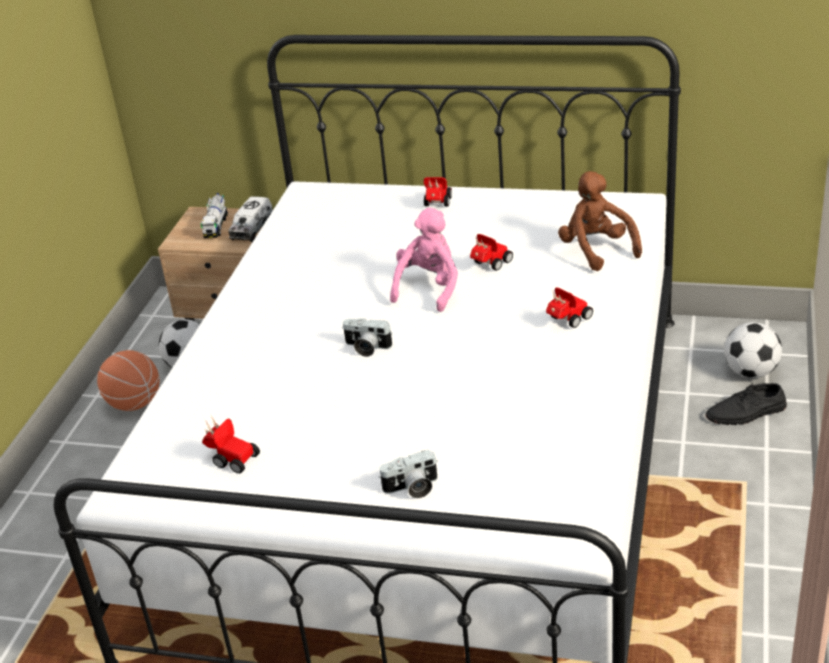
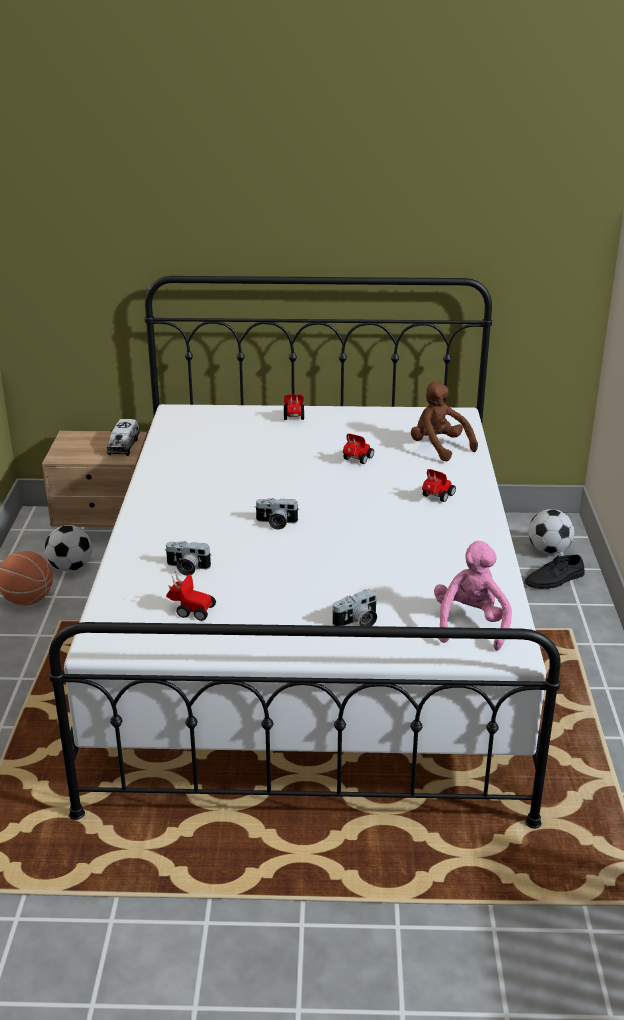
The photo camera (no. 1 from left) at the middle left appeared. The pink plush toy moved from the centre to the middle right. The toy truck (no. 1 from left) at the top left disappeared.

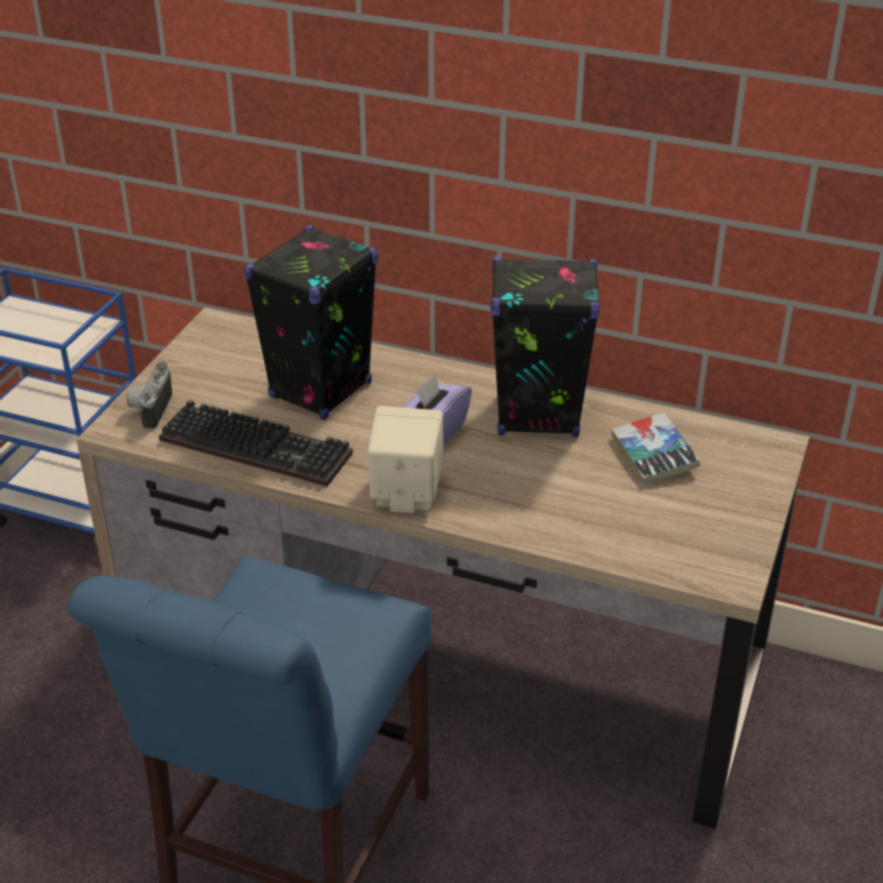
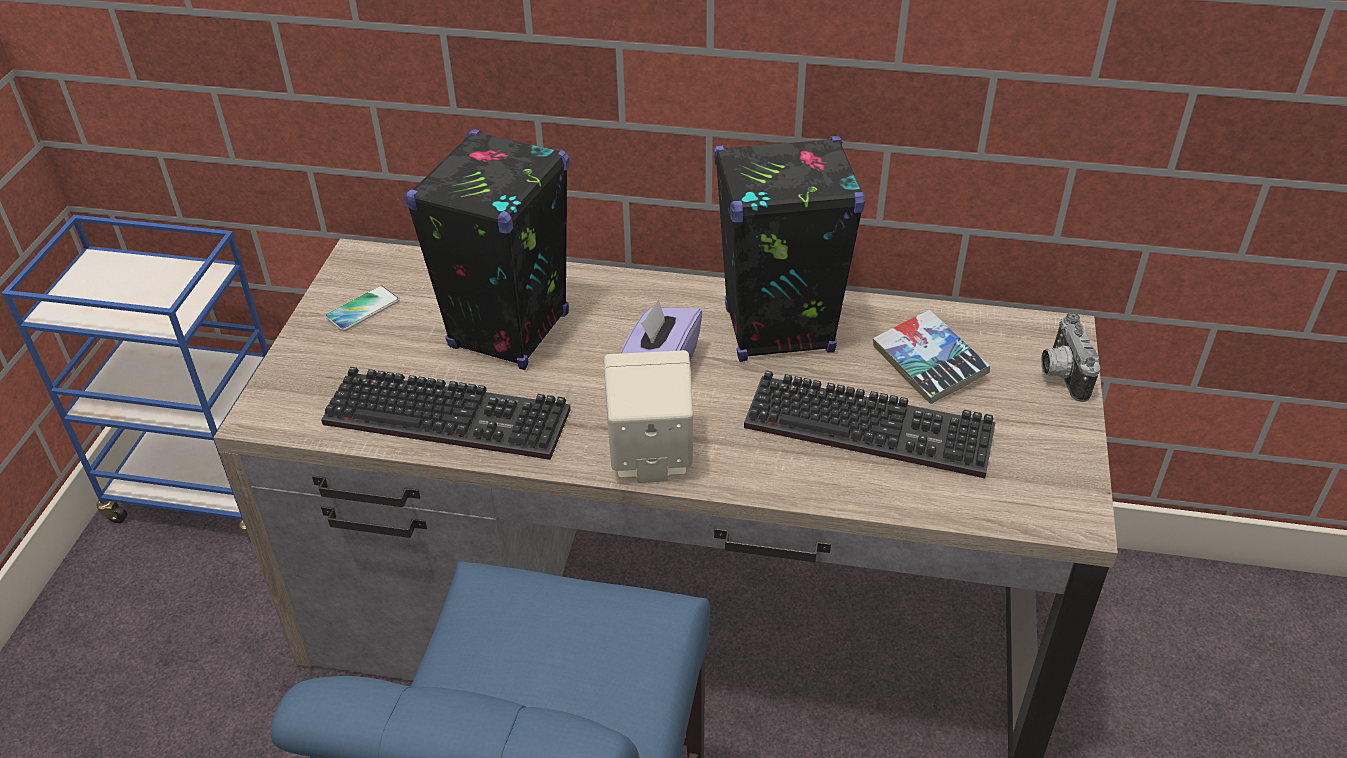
The phone at the middle left appeared. The keyboard (no. 2 from left) at the centre appeared. The photo camera moved from the middle left to the middle right.

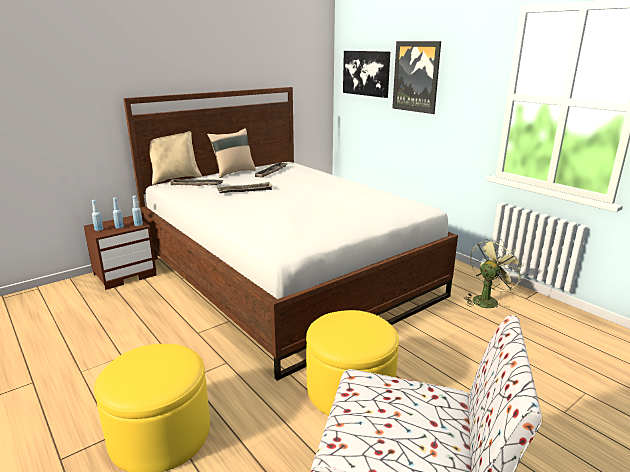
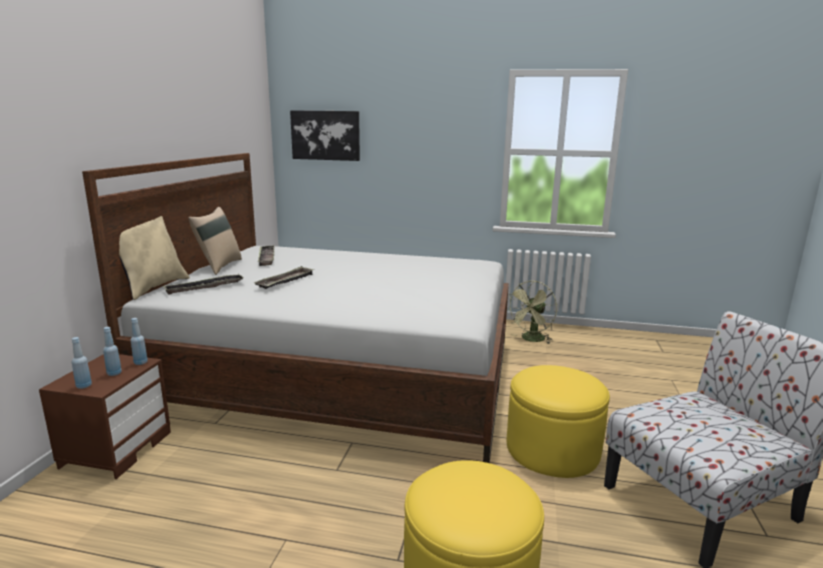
The green fan at the middle right turned 150 degrees counterclockwise. The picture (no. 2 from left) at the top centre disappeared.

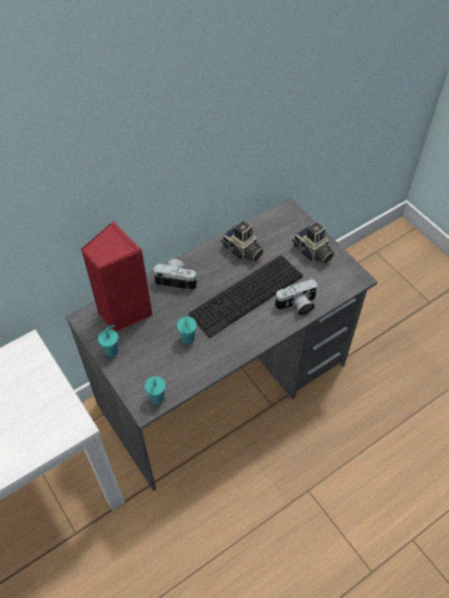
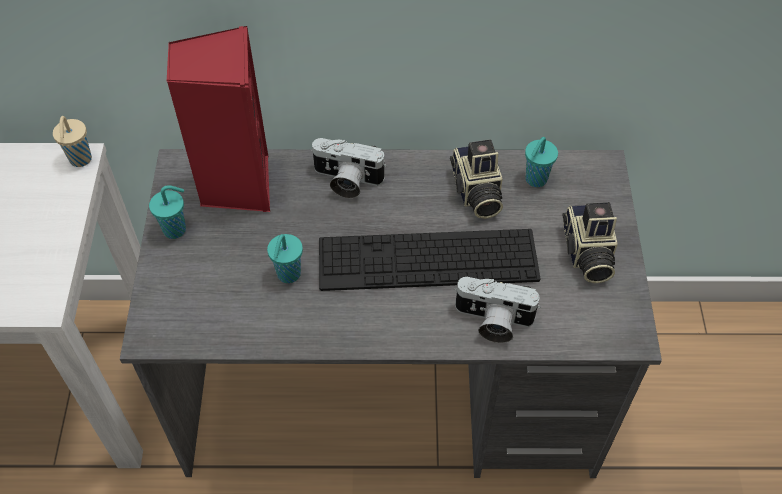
The beige cup at the top left appeared. The photo camera (no. 1 from left) at the centre turned 150 degrees clockwise. The turquoise cup (no. 2 from left in the first image) moved from the centre to the top right.

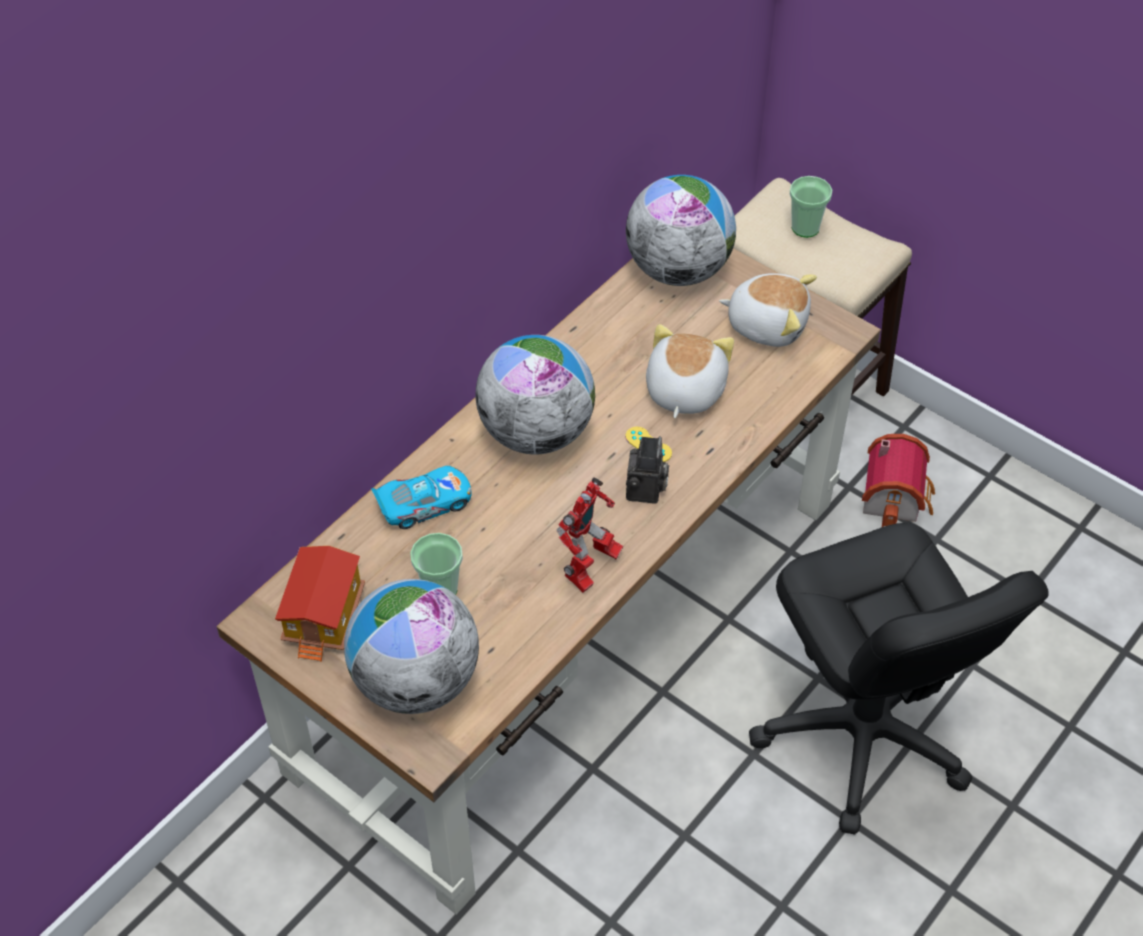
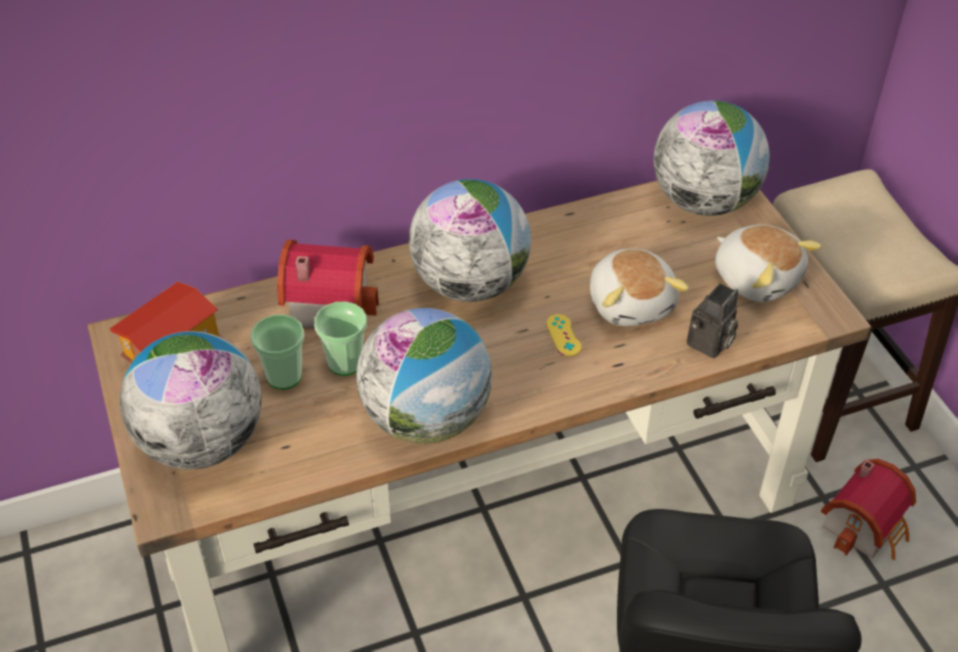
The toy car at the centre was replaced by the toy house (no. 2 from left) at the centre. The cup (no. 2 from left) moved from the top right to the centre. The toy robot at the centre was replaced by the globe (no. 2 from left) at the centre. The plush toy (no. 1 from left) at the centre turned 120 degrees clockwise. The photo camera moved from the centre to the middle right.

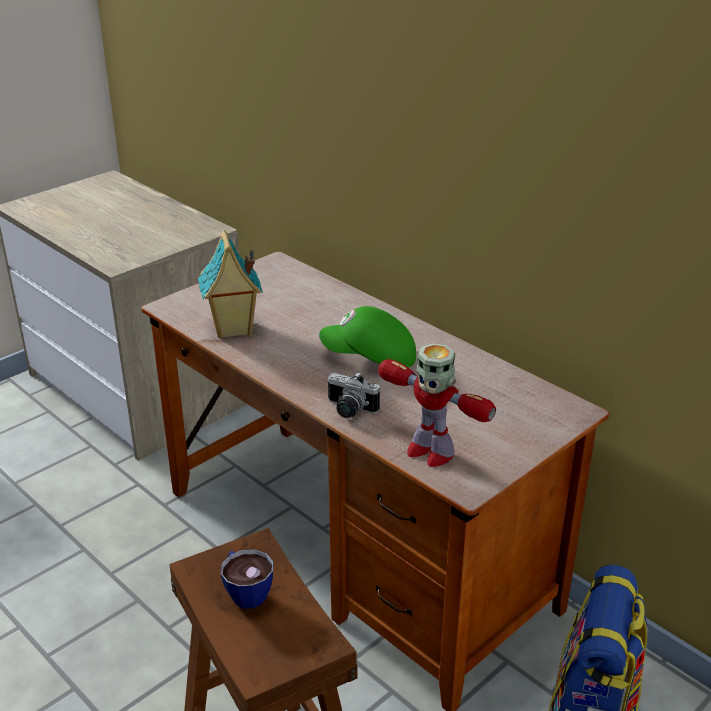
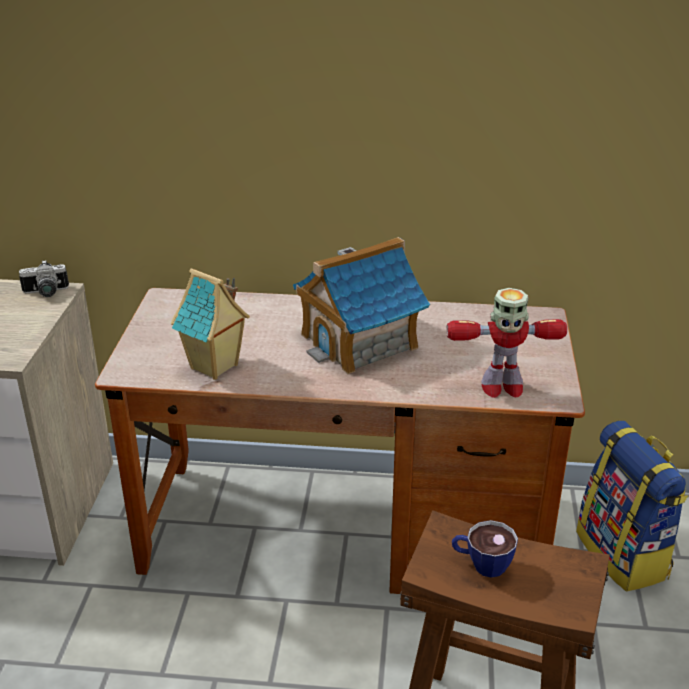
The photo camera moved from the centre to the middle left. The green cap at the centre was replaced by the toy house (no. 2 from left) at the centre.

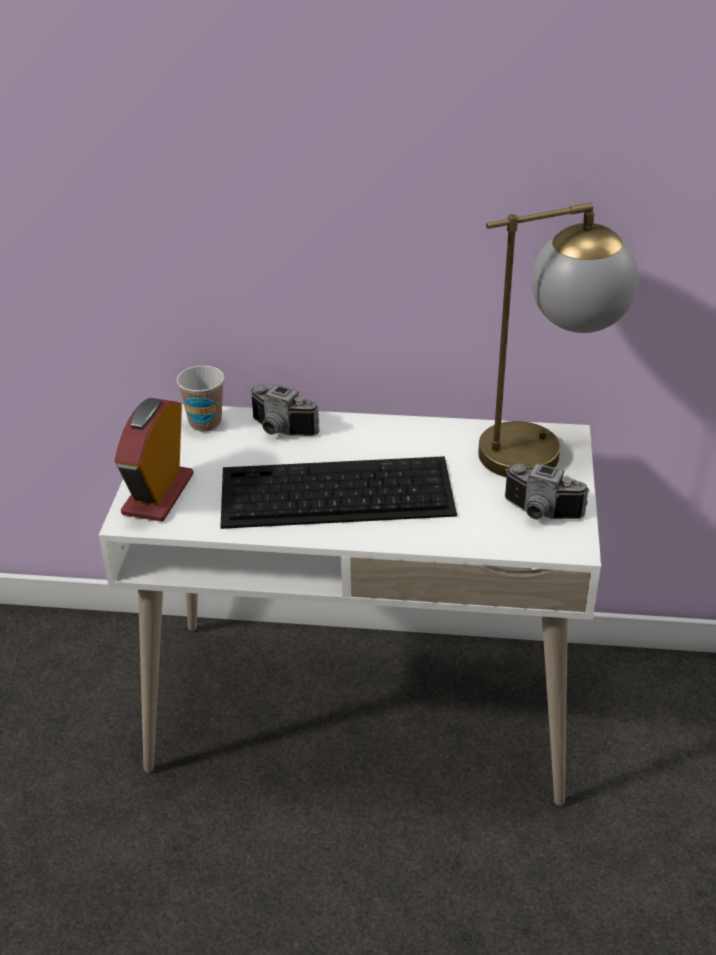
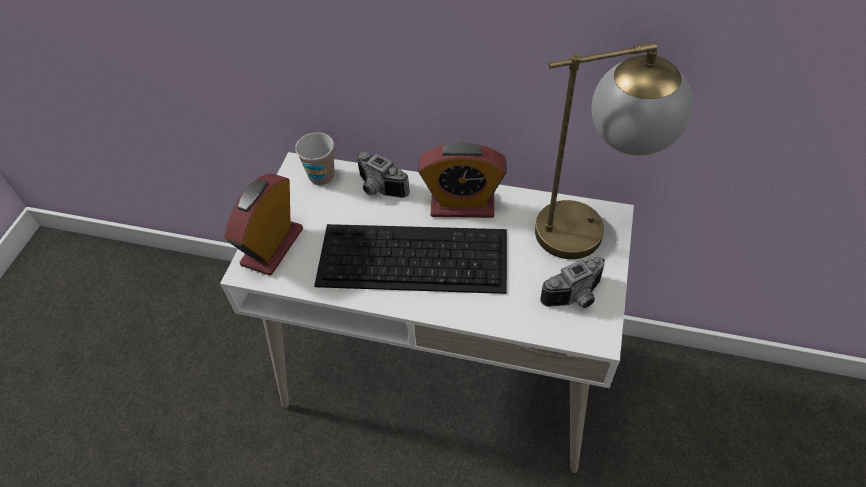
The alarm clock (no. 2 from left) at the centre appeared. The photo camera (no. 2 from left) at the middle right turned 60 degrees counterclockwise.

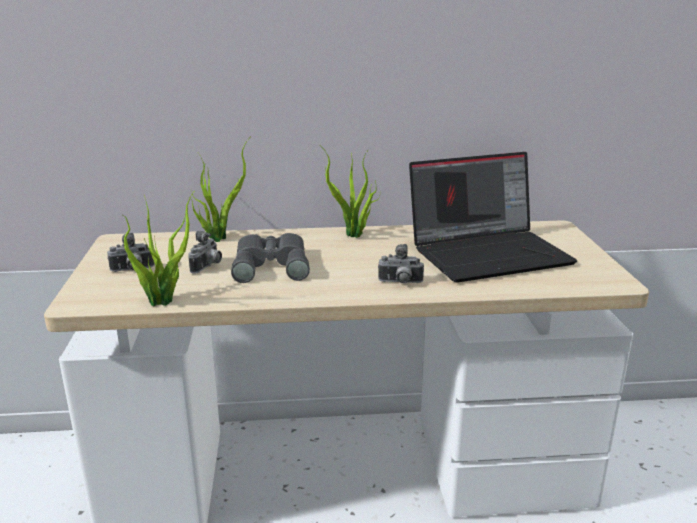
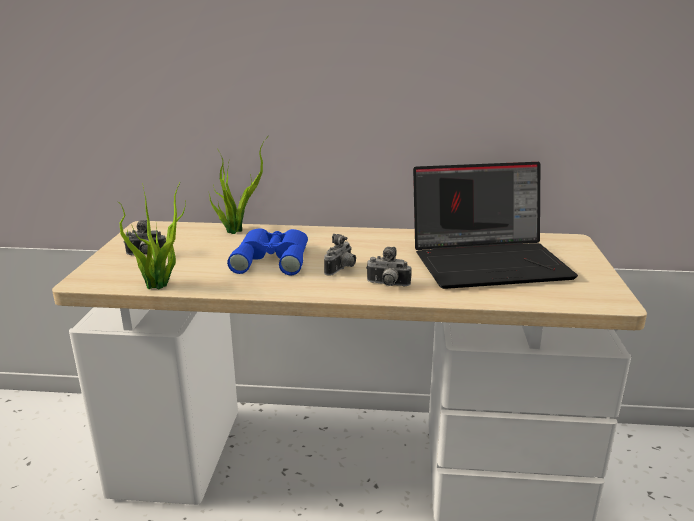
The grey binoculars at the centre became the blue binoculars at the centre. The photo camera (no. 2 from left) moved from the middle left to the centre. The potted plant (no. 3 from left) at the centre disappeared.

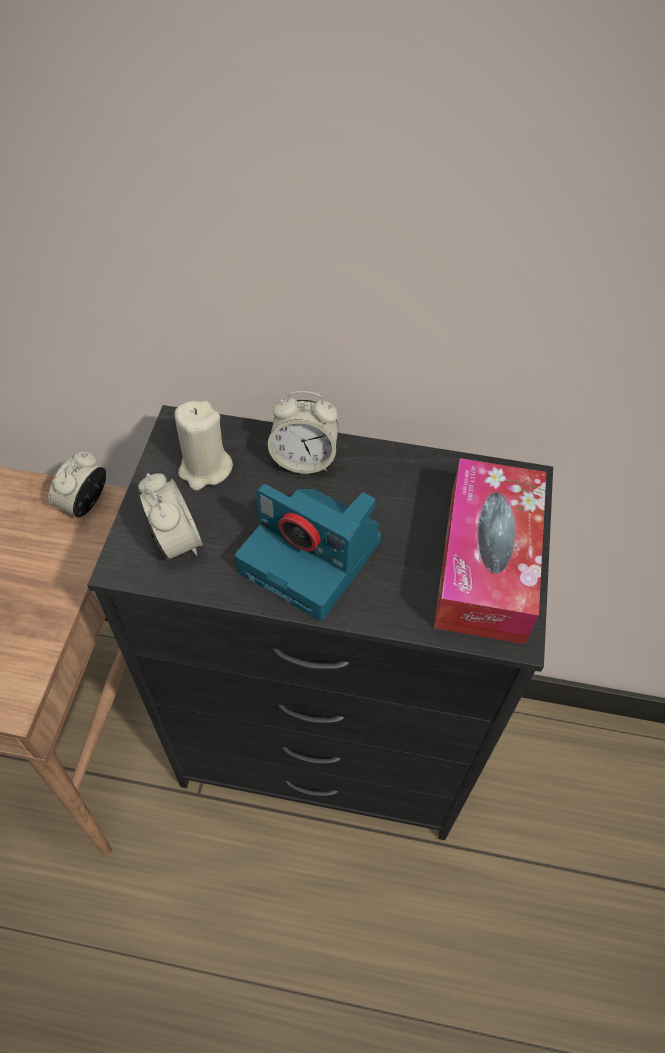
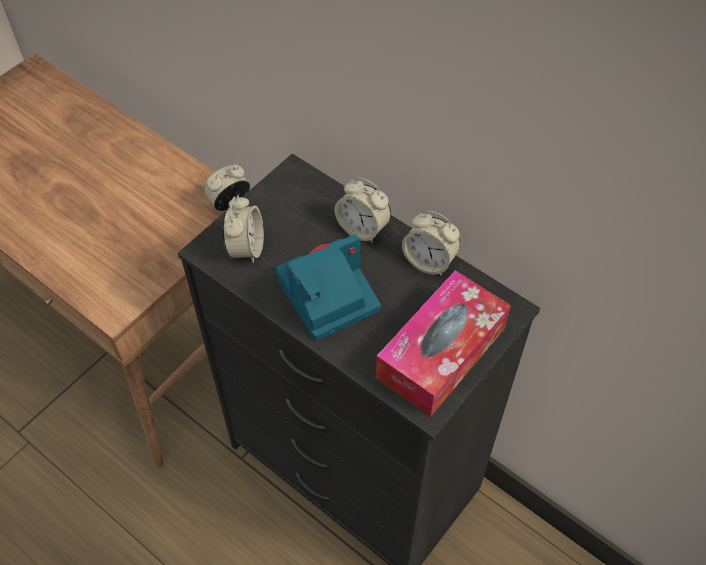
The photo camera at the centre turned 90 degrees clockwise. The alarm clock (no. 4 from left) at the centre appeared. The beige candle at the middle left disappeared.

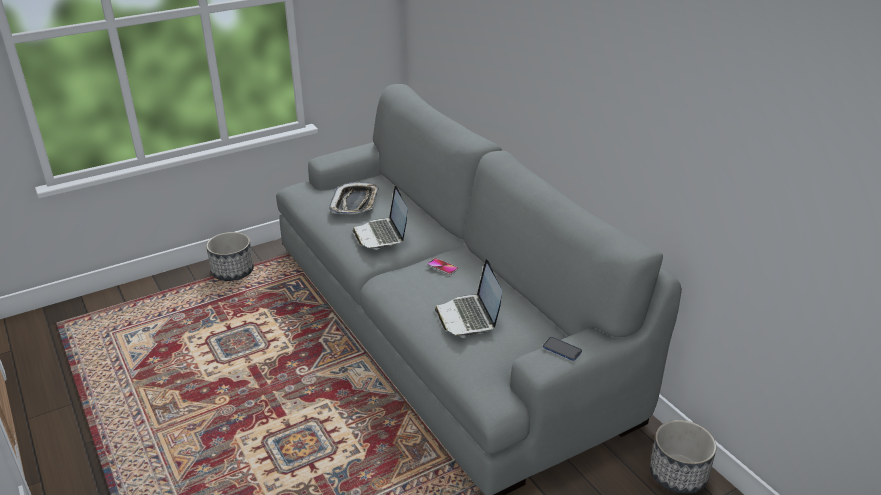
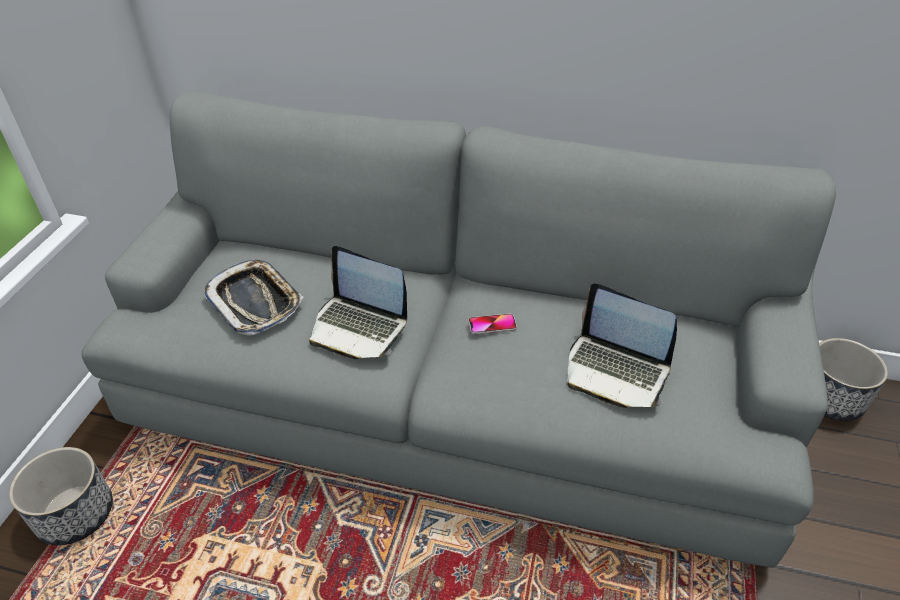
The phone (no. 2 from left) at the bottom centre disappeared.

